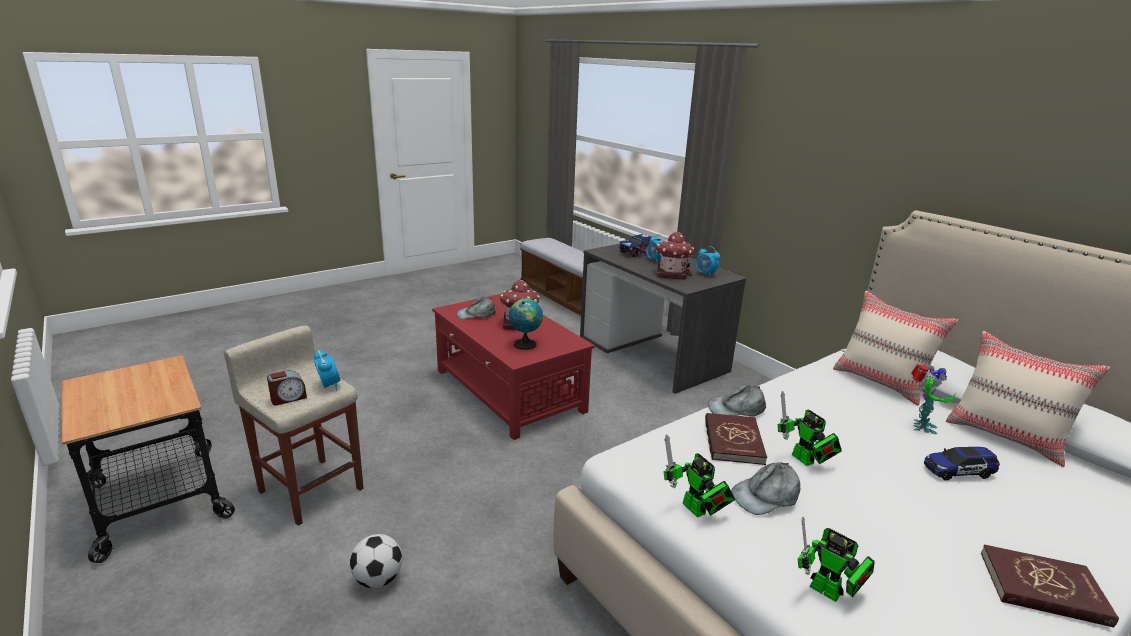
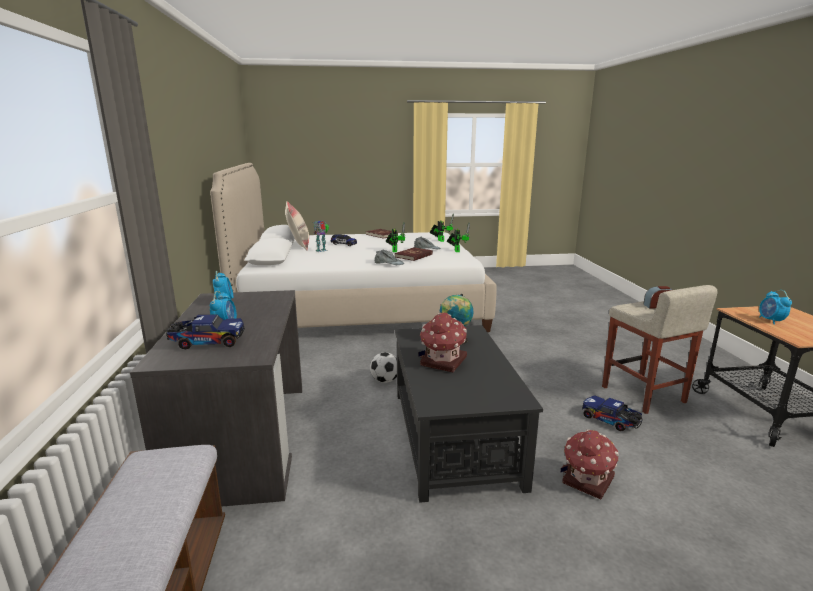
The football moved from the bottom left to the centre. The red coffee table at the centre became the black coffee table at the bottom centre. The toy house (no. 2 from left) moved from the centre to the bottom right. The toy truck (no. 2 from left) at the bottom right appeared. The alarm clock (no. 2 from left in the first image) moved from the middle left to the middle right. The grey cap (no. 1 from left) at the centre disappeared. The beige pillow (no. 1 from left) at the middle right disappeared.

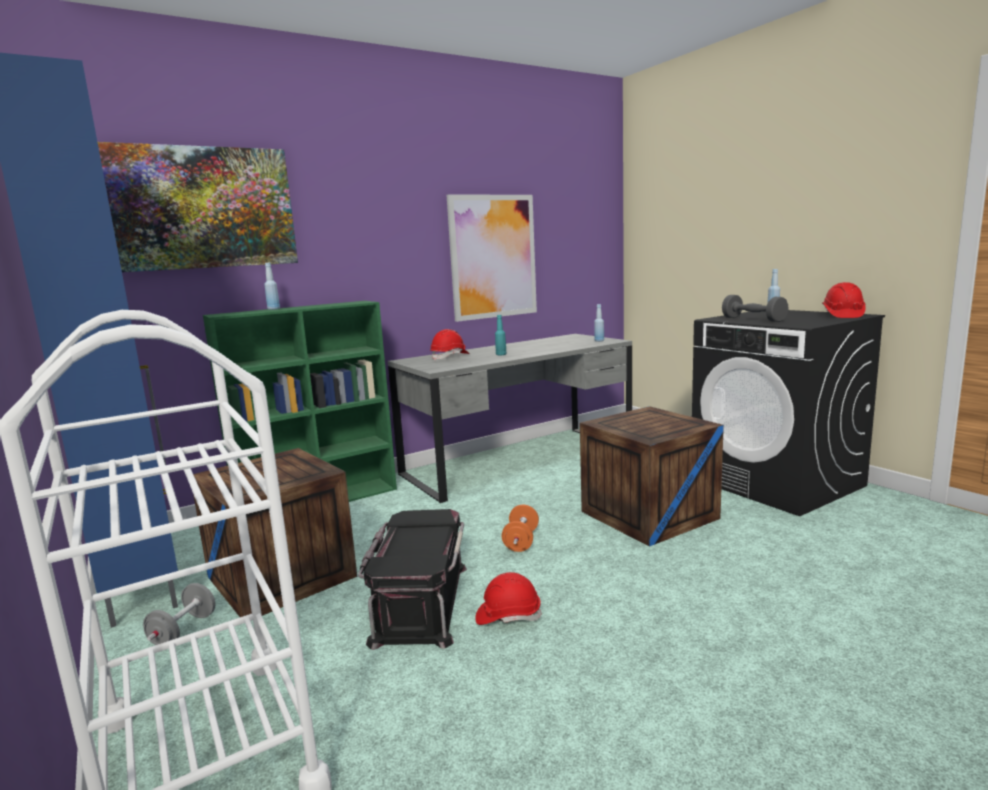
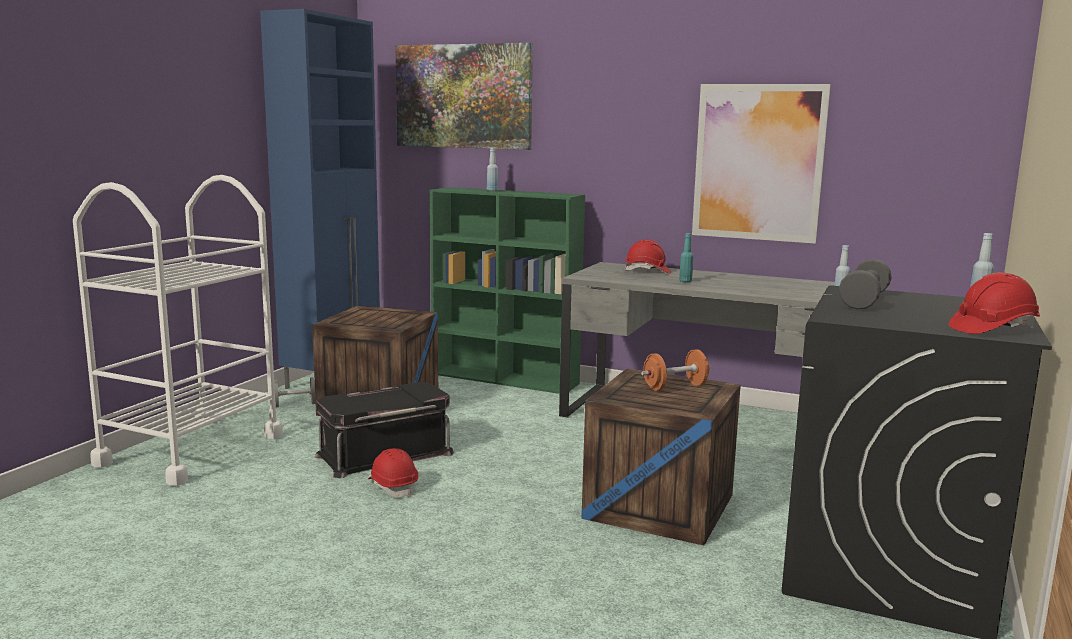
The orange dumbbell moved from the bottom centre to the centre.

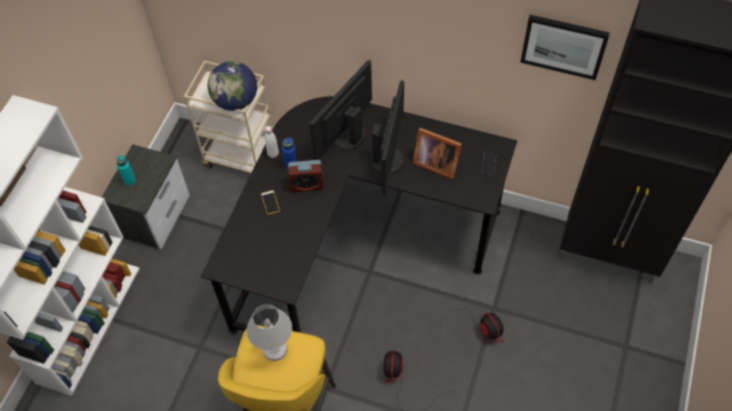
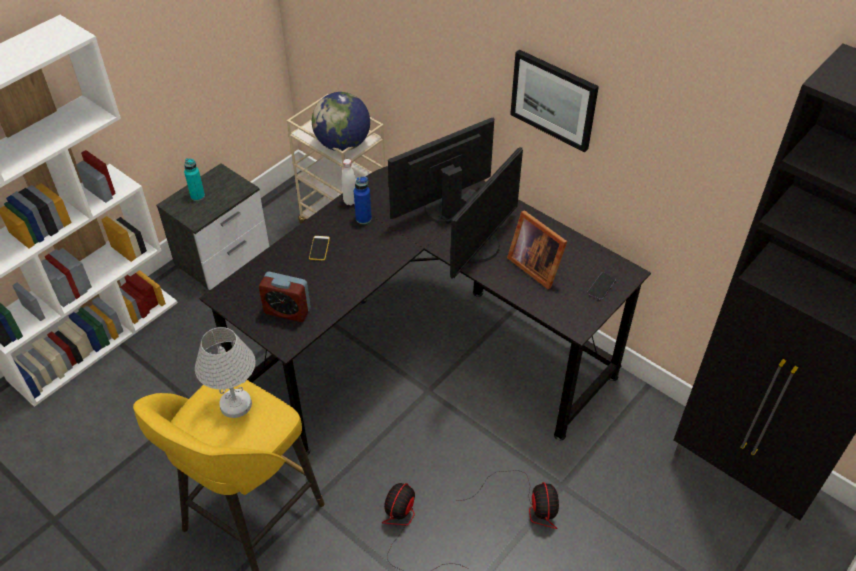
The alarm clock moved from the centre to the middle left. The picture moved from the top right to the top centre.

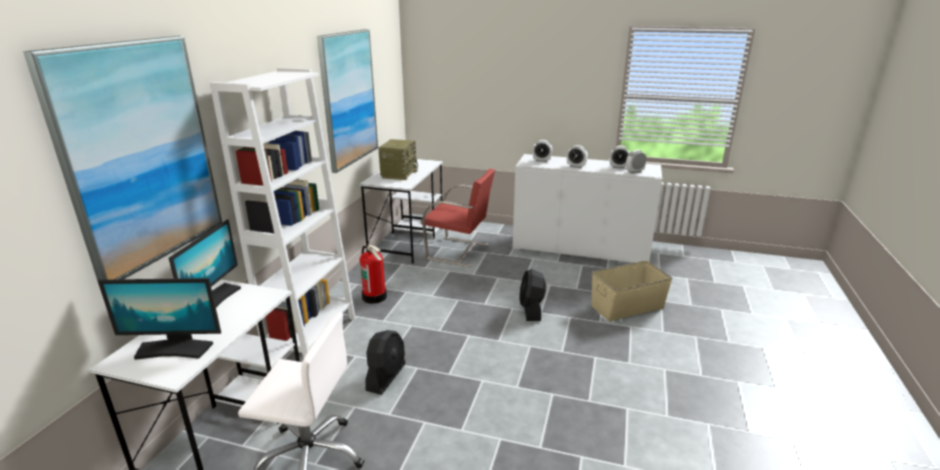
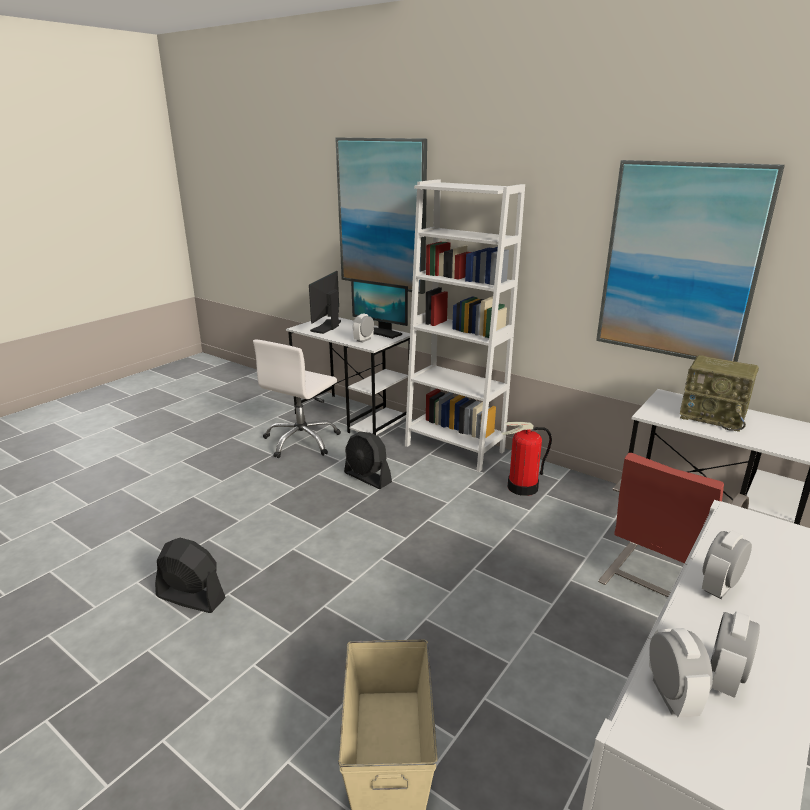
The black fan (no. 2 from left in the first image) moved from the centre to the bottom left. The alarm clock (no. 1 from left) moved from the top centre to the centre.

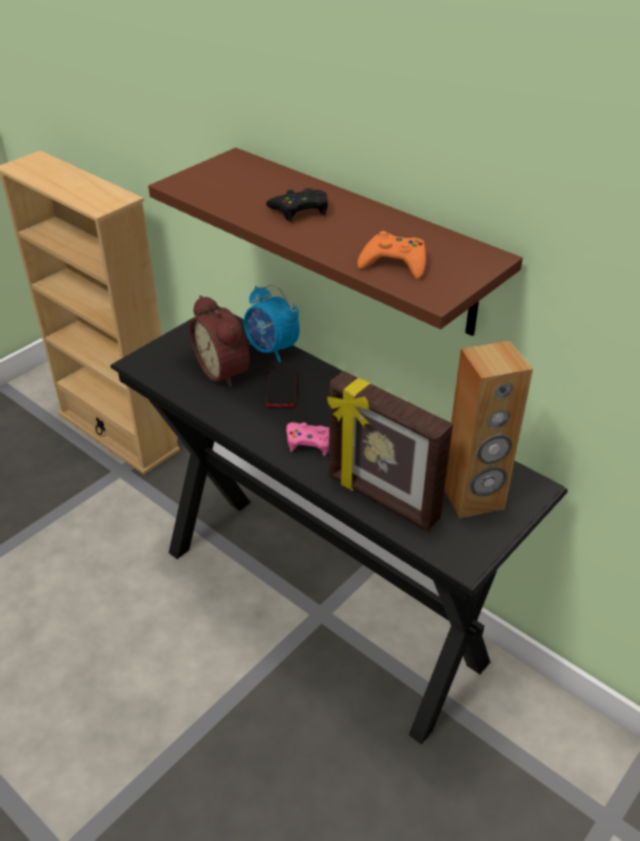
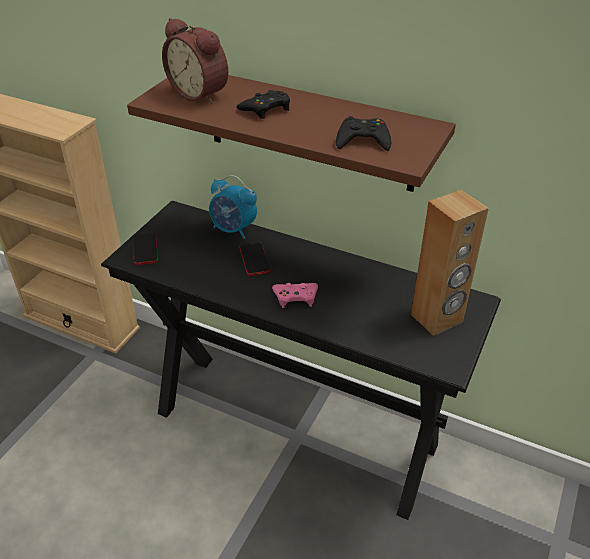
The phone (no. 1 from left) at the middle left appeared. The alarm clock (no. 1 from left) moved from the centre to the top left. The orange game controller at the top centre became the black game controller (no. 2 from left) at the top centre. The picture frame at the centre disappeared.

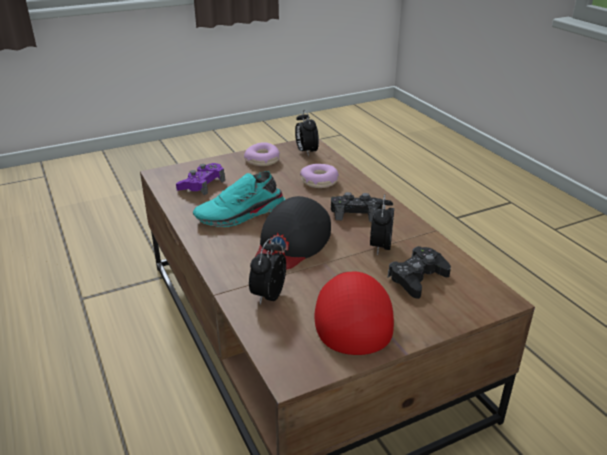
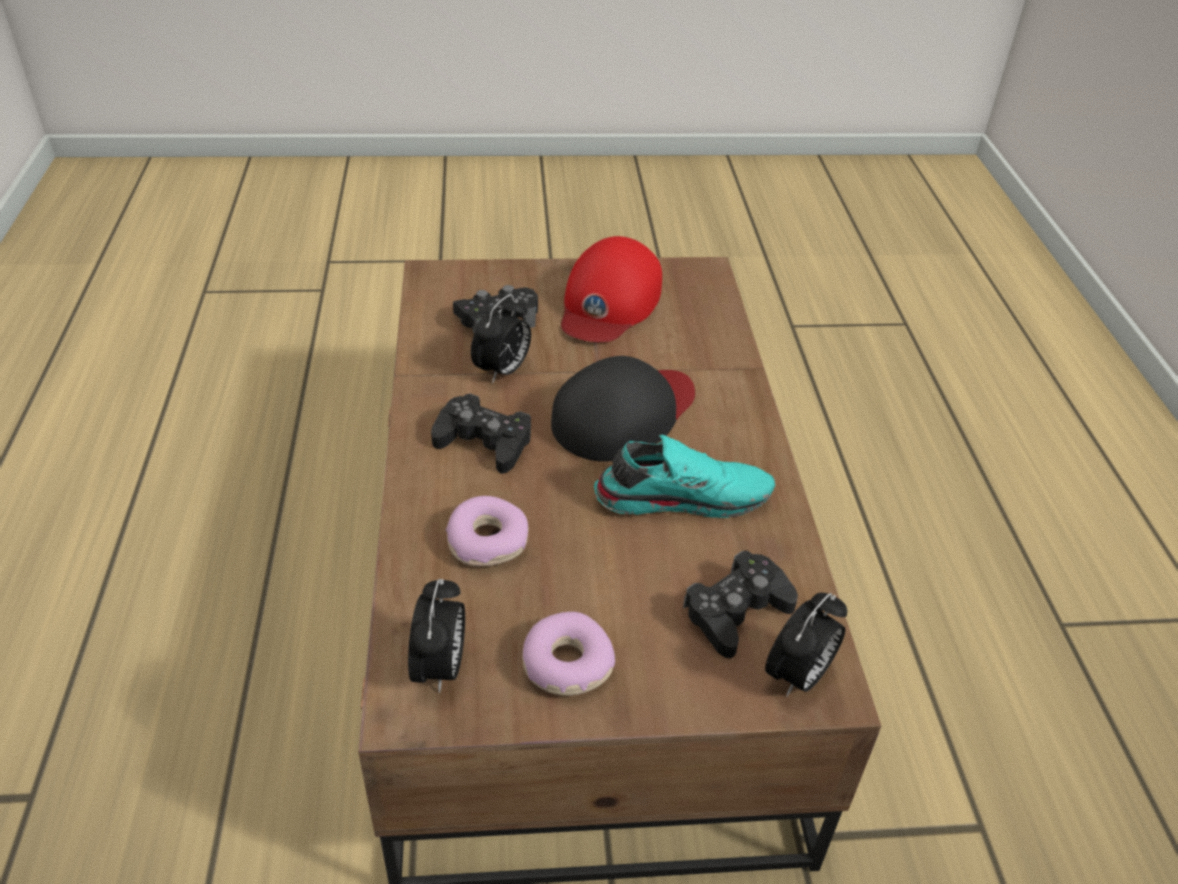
The purple game controller at the middle left became the black game controller (no. 3 from left) at the bottom centre. The alarm clock (no. 1 from left in the first image) moved from the centre to the bottom right.

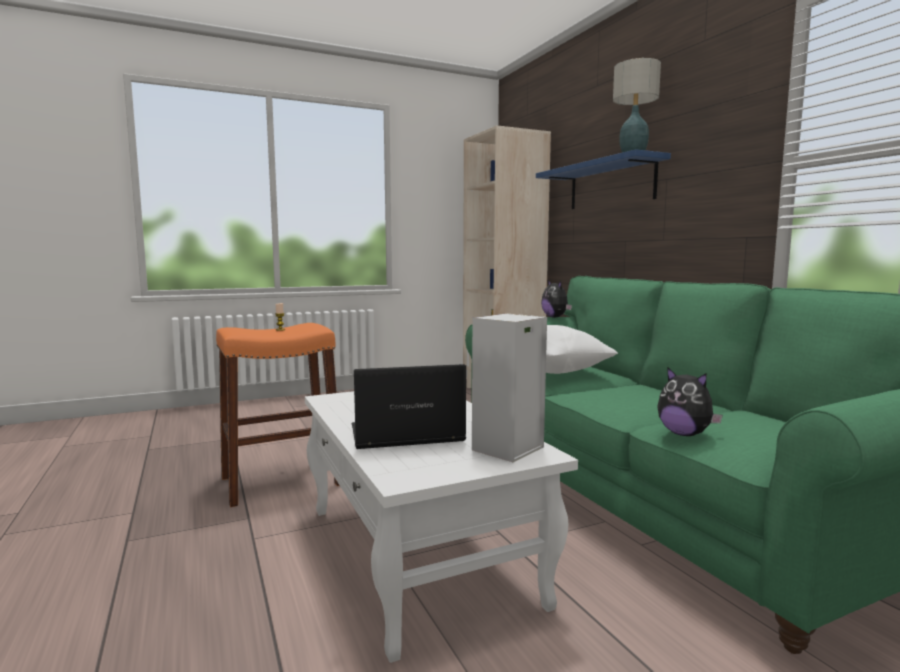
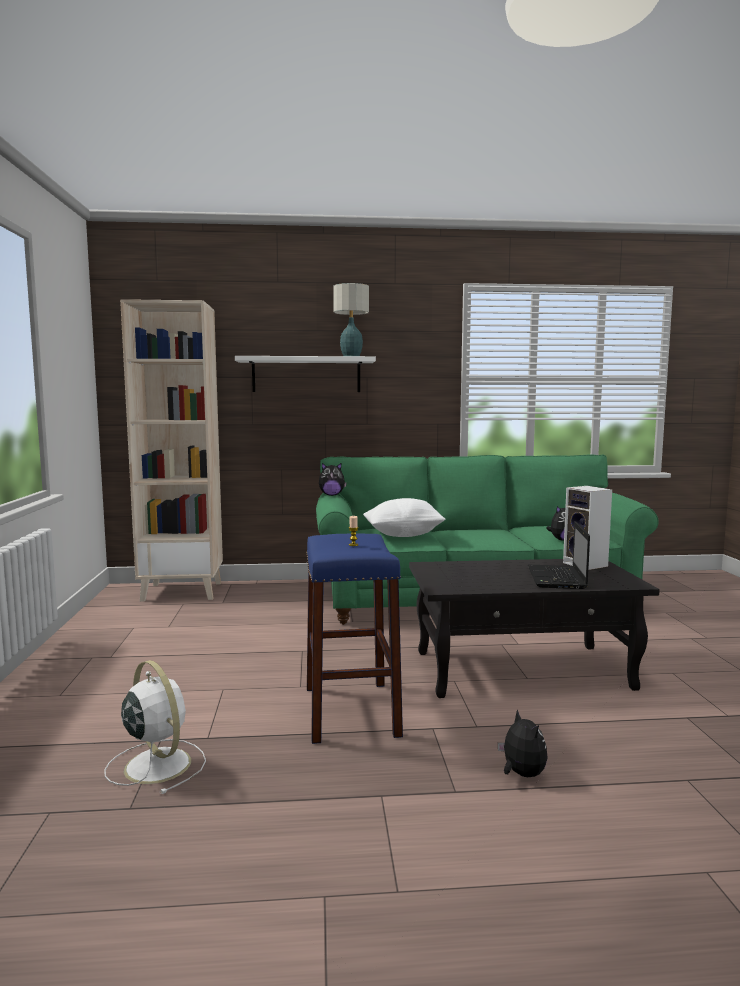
The white fan at the bottom left appeared. The blue shelf at the top right became the white shelf at the centre. The orange stool at the middle left became the blue stool at the centre. The white coffee table at the bottom centre became the black coffee table at the middle right. The plush toy (no. 2 from left) at the bottom right appeared.

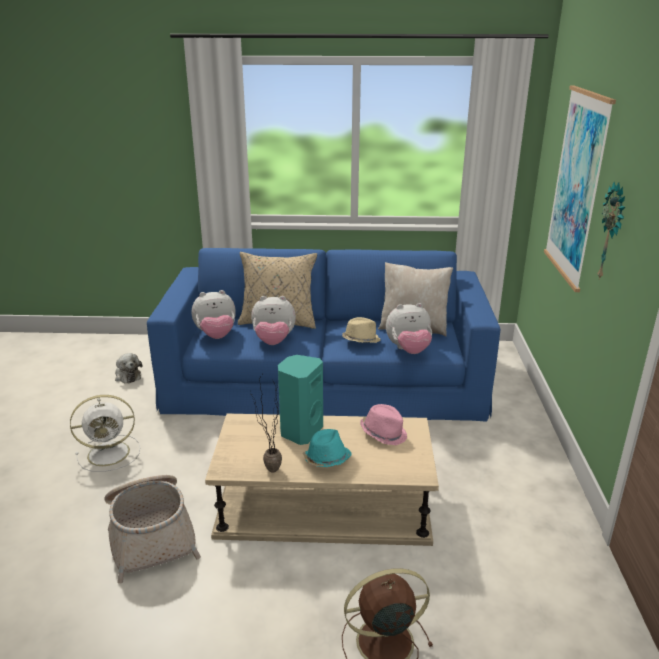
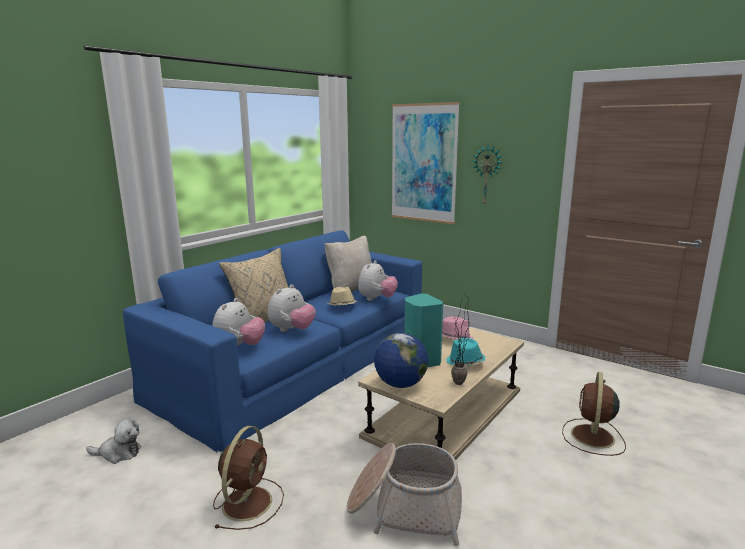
The white fan at the middle left became the brown fan (no. 1 from left) at the bottom left. The globe at the centre appeared.

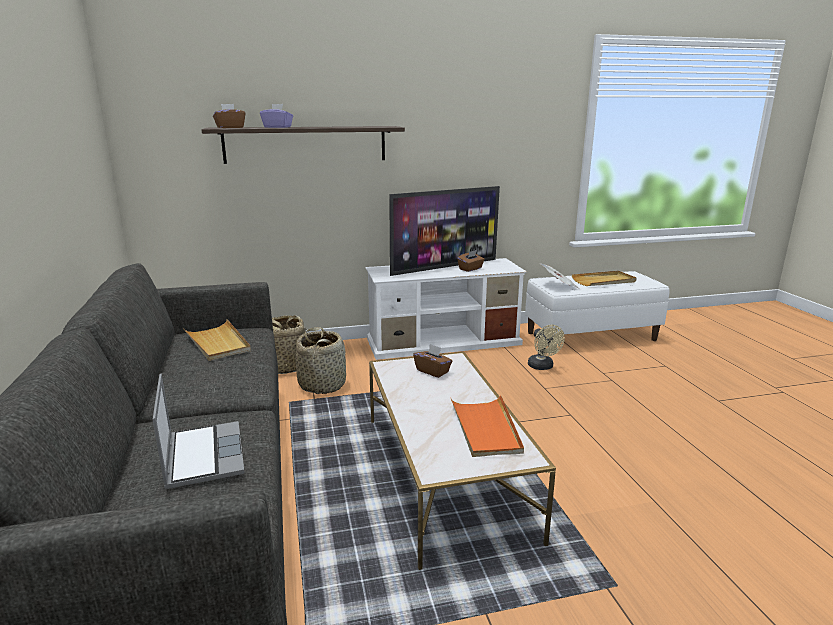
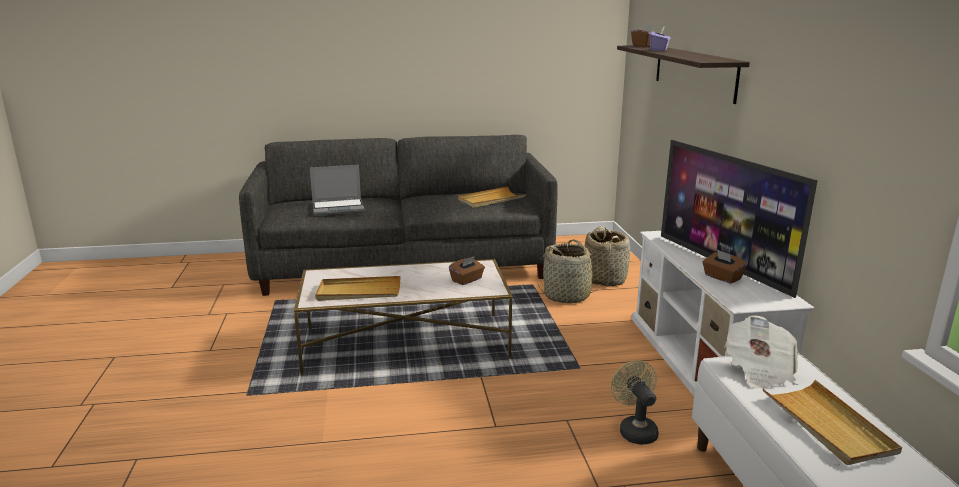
The orange tray at the bottom centre became the beige tray (no. 1 from left) at the centre. The beige fan at the centre turned 90 degrees clockwise.

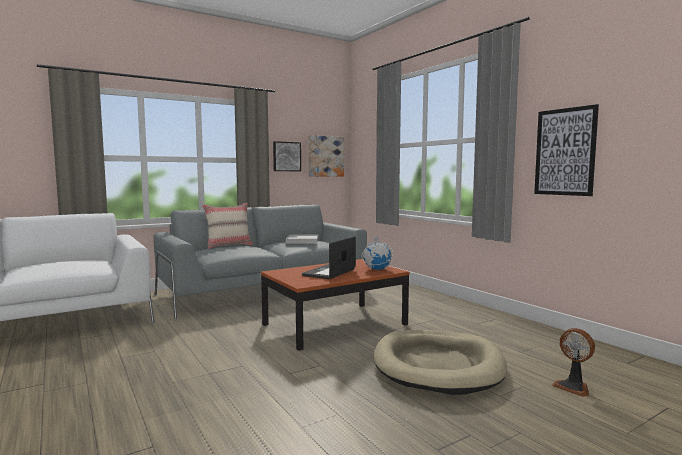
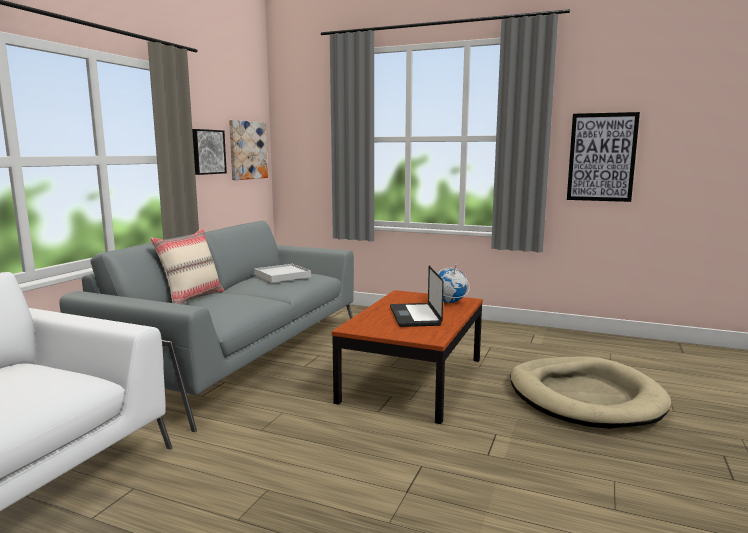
The fan at the bottom right disappeared.

